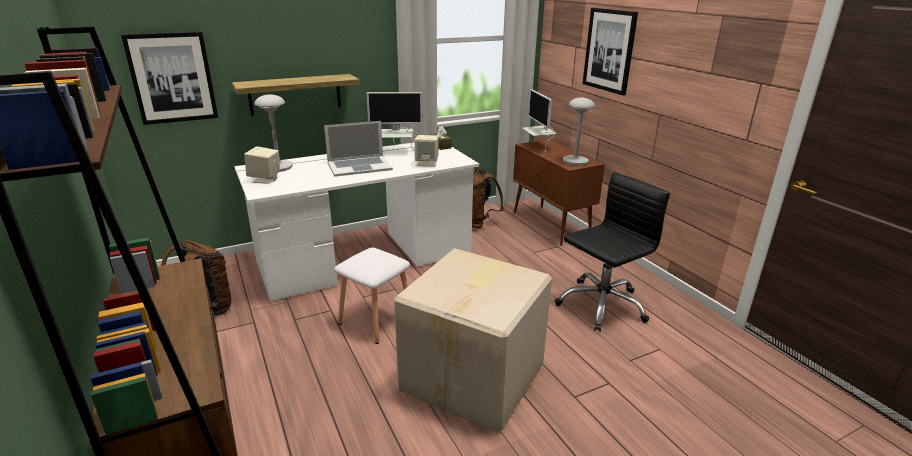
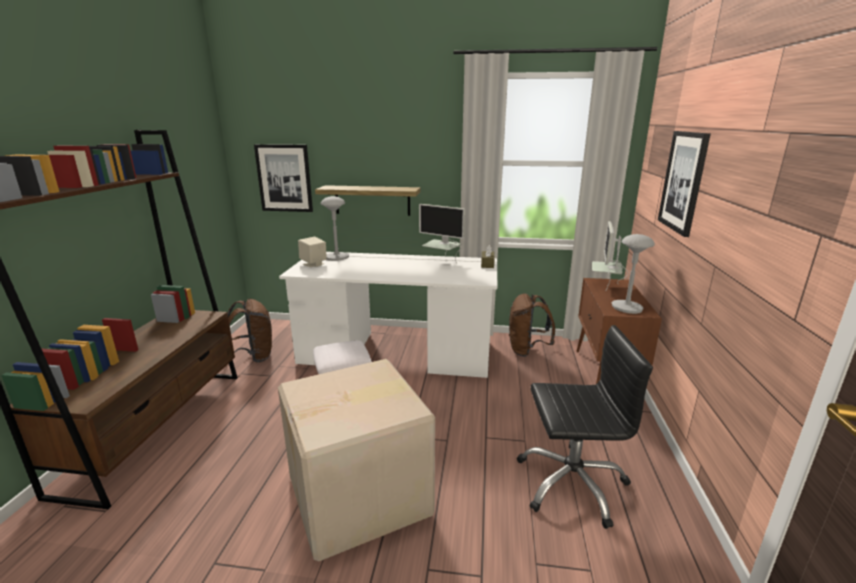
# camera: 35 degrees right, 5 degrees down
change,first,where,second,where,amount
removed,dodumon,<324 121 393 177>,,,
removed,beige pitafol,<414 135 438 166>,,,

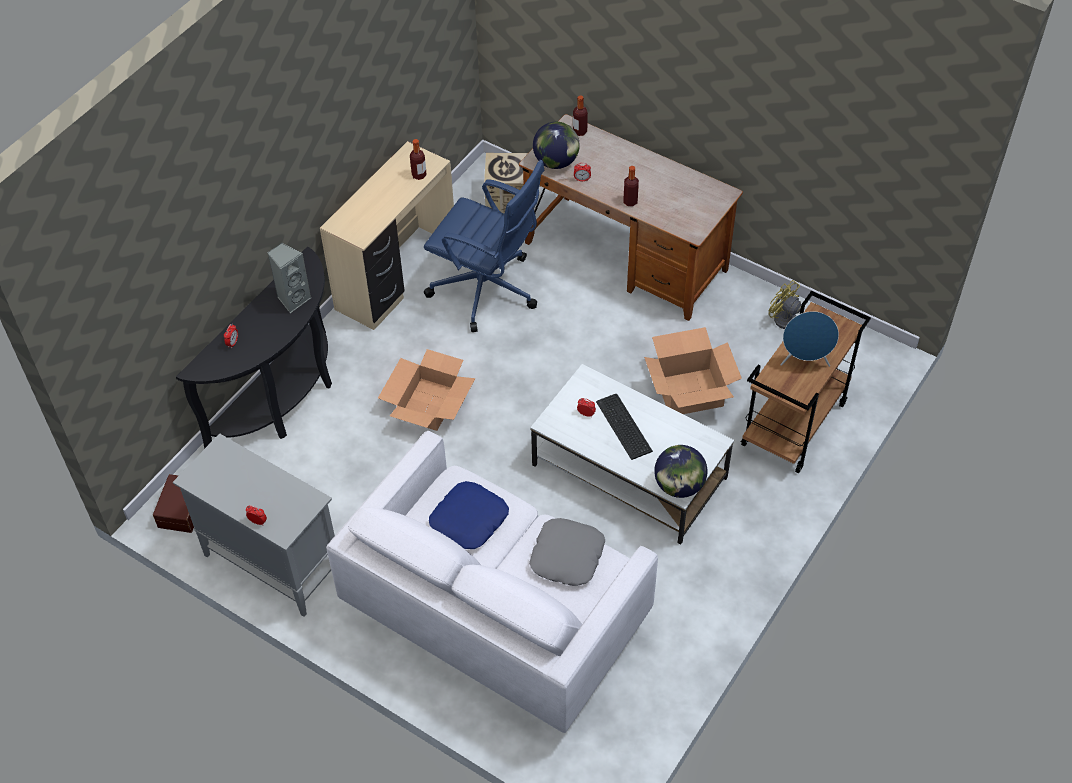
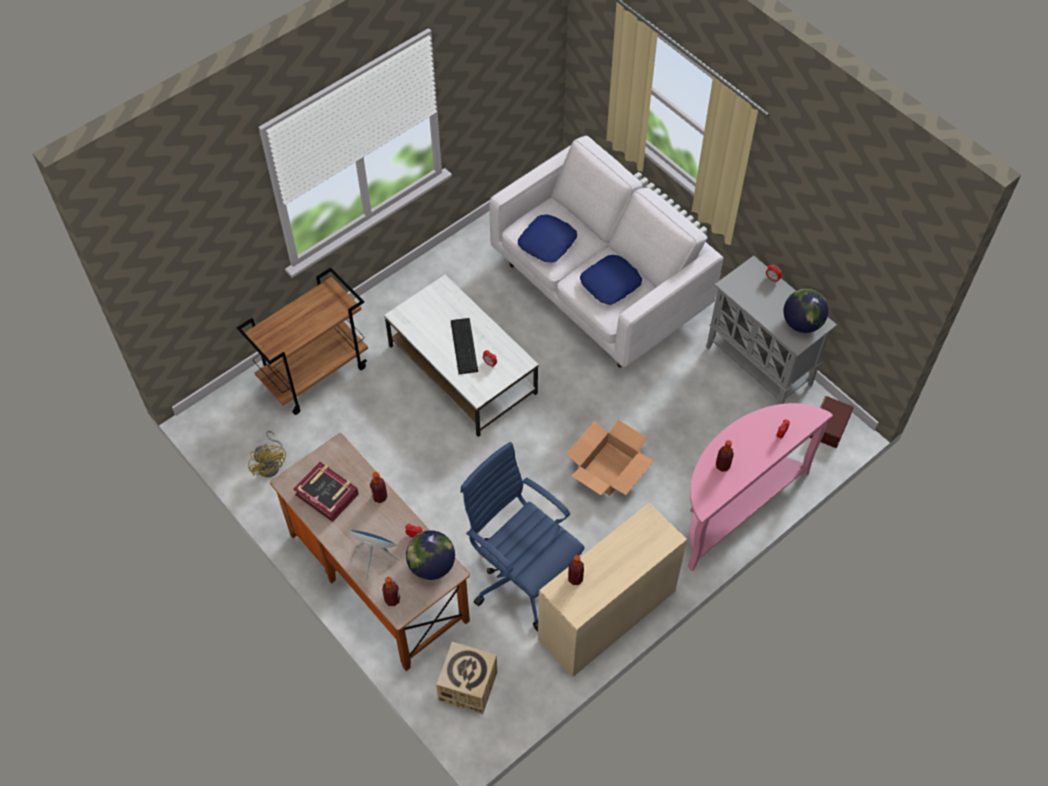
# camera: 165 degrees left, 5 degrees up
change,first,where,second,where,amount
added,,,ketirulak,<293 462 359 522>,
moved,blue pitafol,<781 311 839 367>,,<348 530 399 581>,
recoloured,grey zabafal,<529 518 605 586>,blue zabafal,<518 214 577 263>,
recoloured,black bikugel,<176 247 332 449>,pink bikugel,<687 403 833 571>,
replaced,grey pitafol,<267 243 312 313>,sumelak,<716 440 734 472>,
moved,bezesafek,<654 445 707 498>,,<783 289 828 333>,
removed,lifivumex,<644 327 742 414>,,,

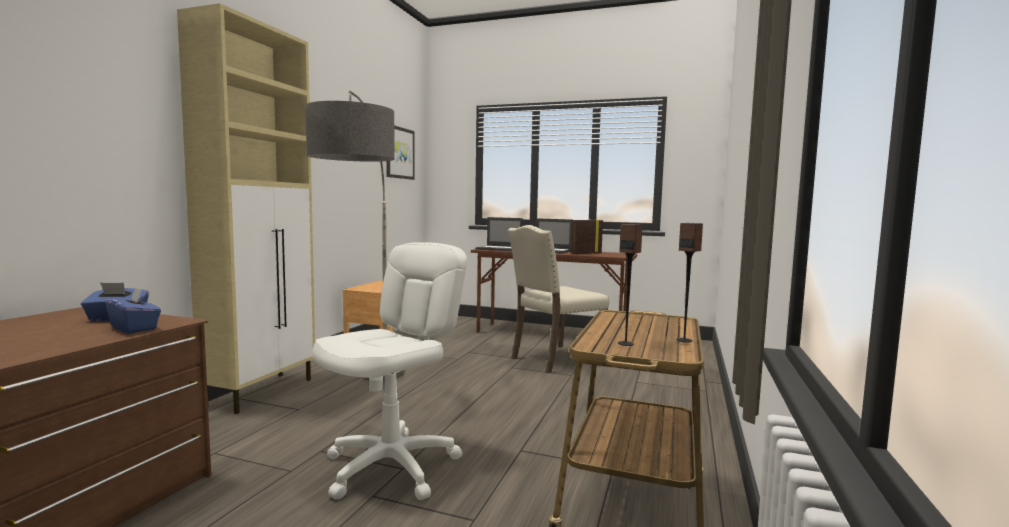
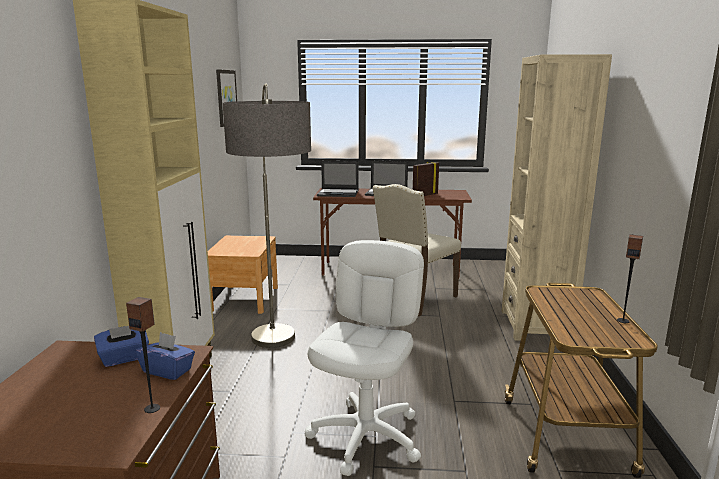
# camera: 15 degrees left, 10 degrees up
change,first,where,second,where,amount
moved,pitafol,<618 224 643 346>,,<126 297 160 413>,
added,,,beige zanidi,<502 54 612 341>,

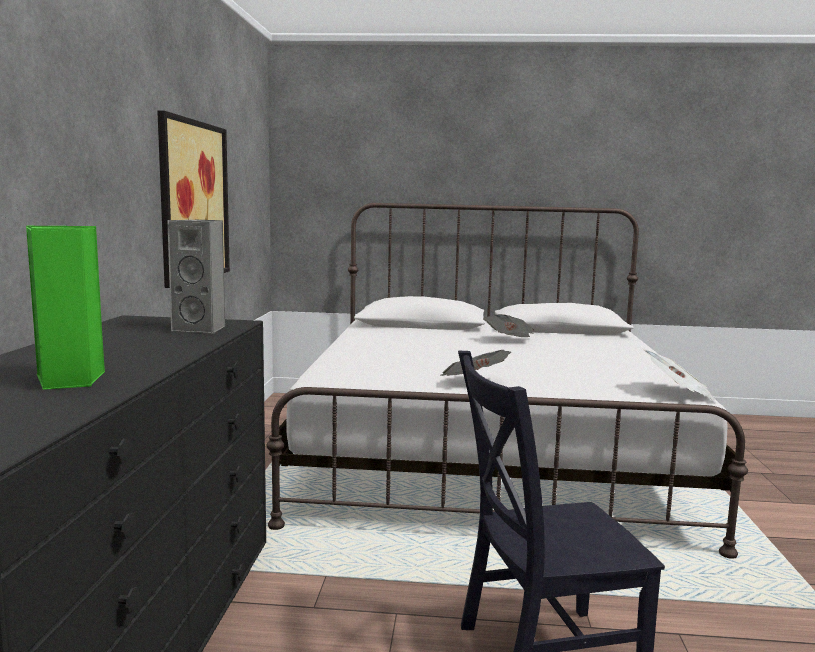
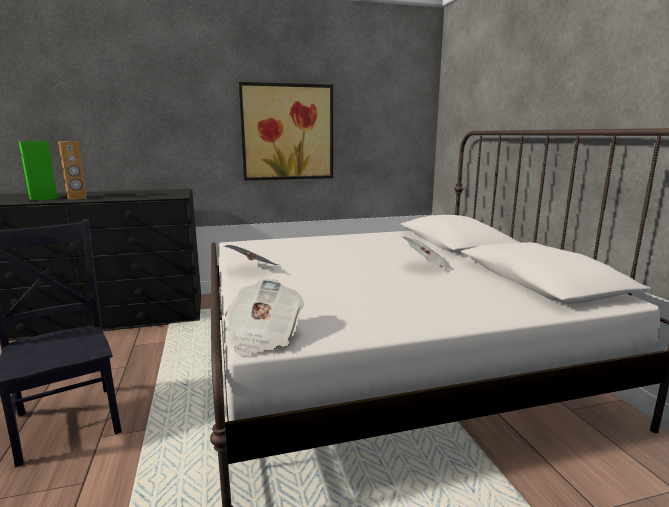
# camera: 70 degrees right, 5 degrees up
change,first,where,second,where,amount
added,,,brown pitafol,<58 141 87 200>,
removed,grey pitafol,<167 220 225 334>,,,

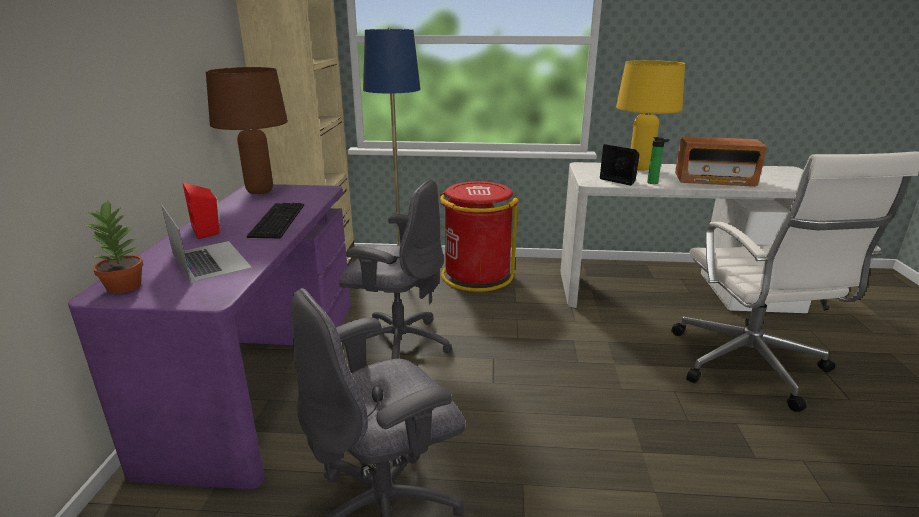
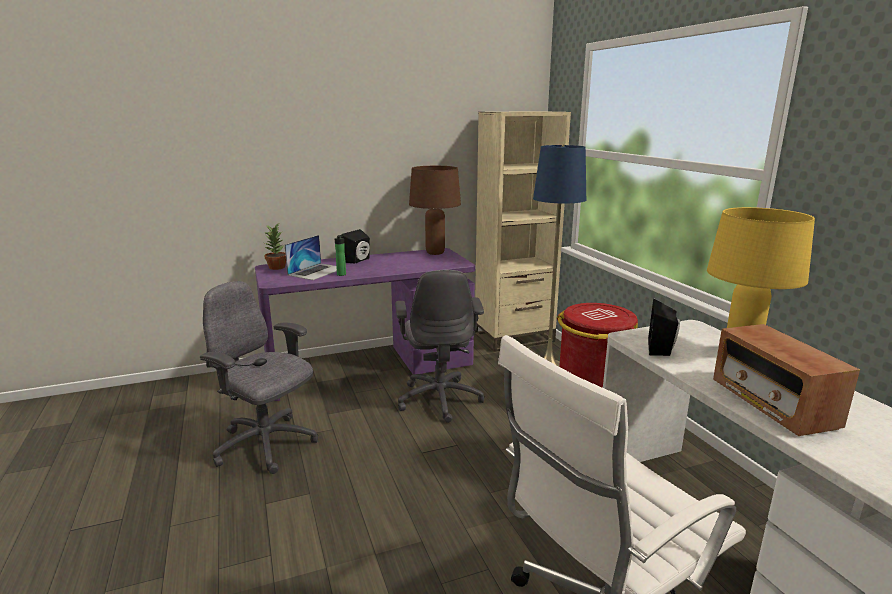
# camera: 65 degrees right, 5 degrees down
change,first,where,second,where,amount
moved,sumelak,<647 137 669 184>,,<334 235 346 276>,
recoloured,red pitafol,<182 182 220 239>,black pitafol,<341 229 370 264>,
removed,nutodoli,<247 203 304 239>,,,

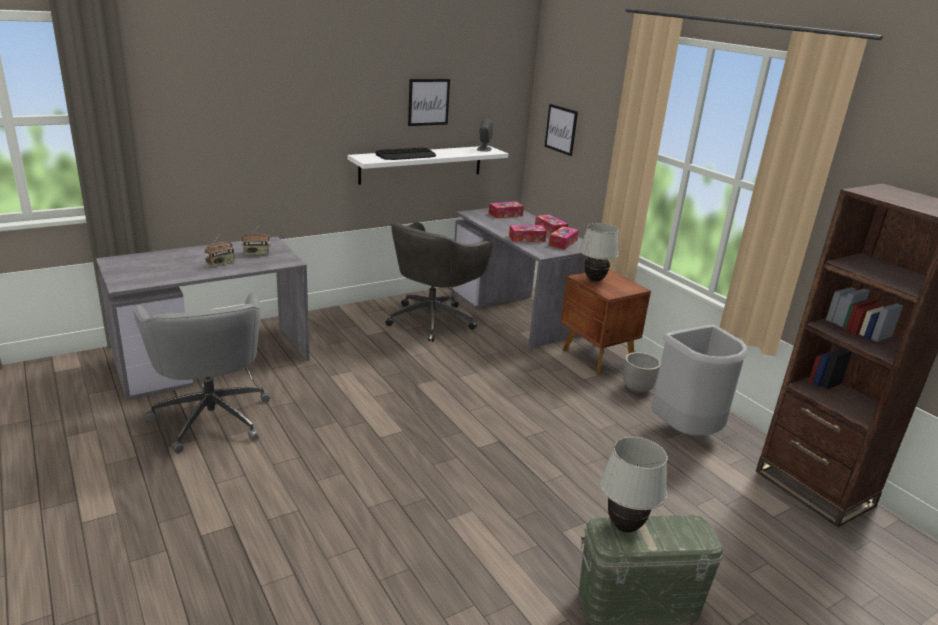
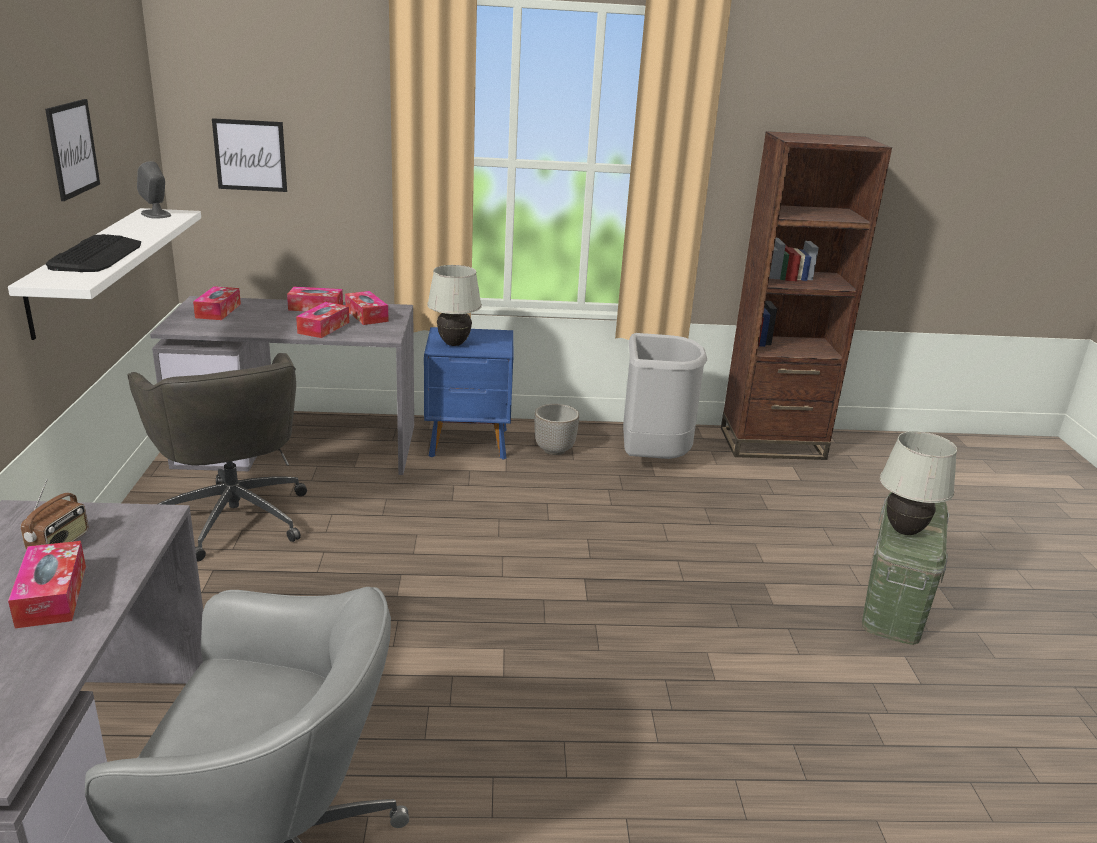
# camera: 60 degrees left, 0 degrees up
change,first,where,second,where,amount
replaced,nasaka,<204 234 235 267>,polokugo,<8 541 86 628>,
recoloured,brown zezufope,<561 269 651 375>,blue zezufope,<424 327 513 460>,

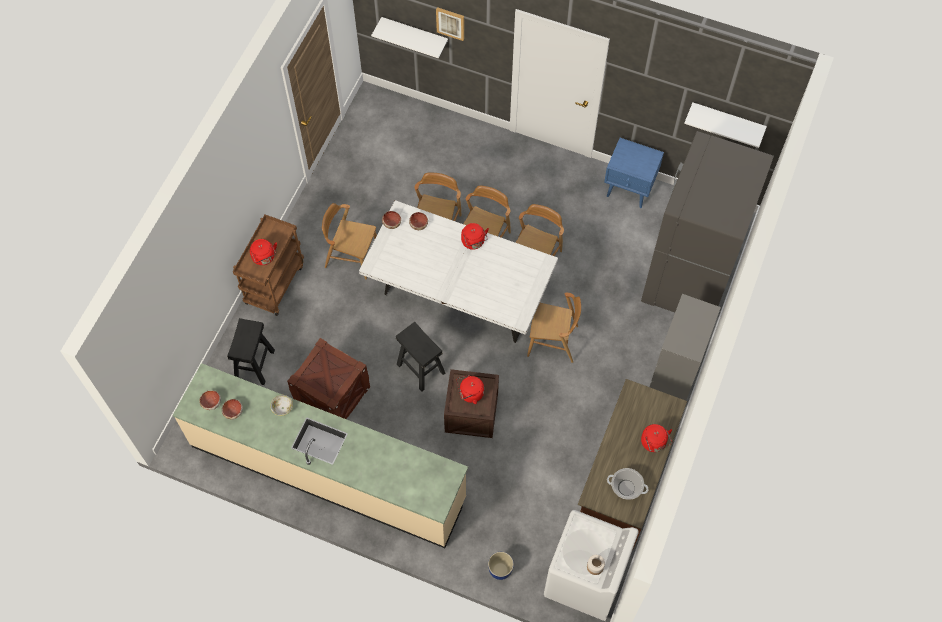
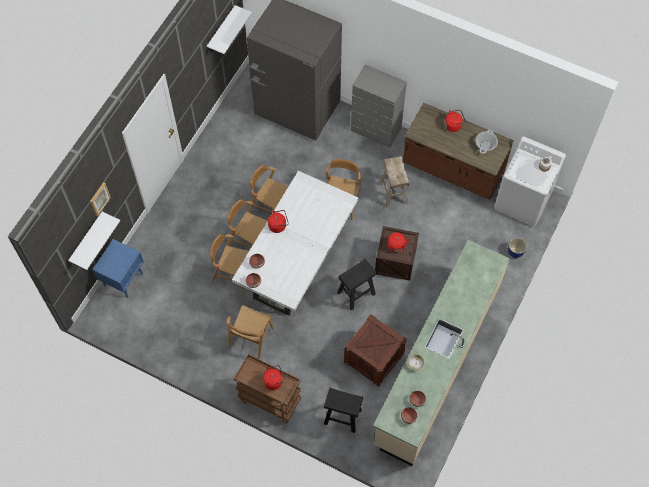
# camera: 85 degrees left, 0 degrees up
change,first,where,second,where,amount
moved,blue zezufope,<604 138 664 208>,,<92 239 144 298>,
added,,,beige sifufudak,<380 156 409 208>,

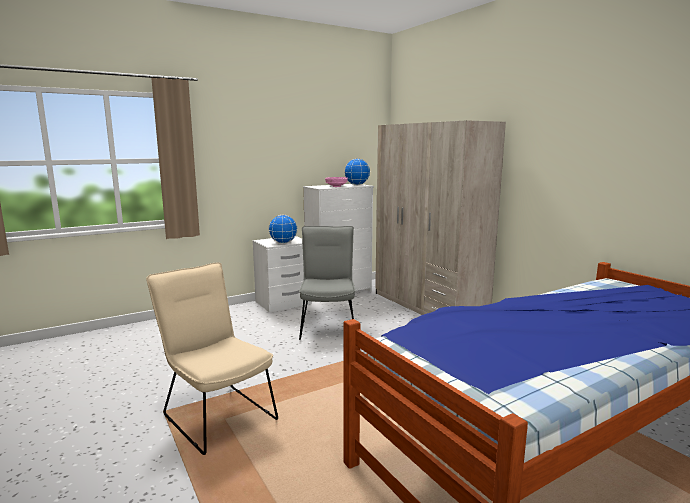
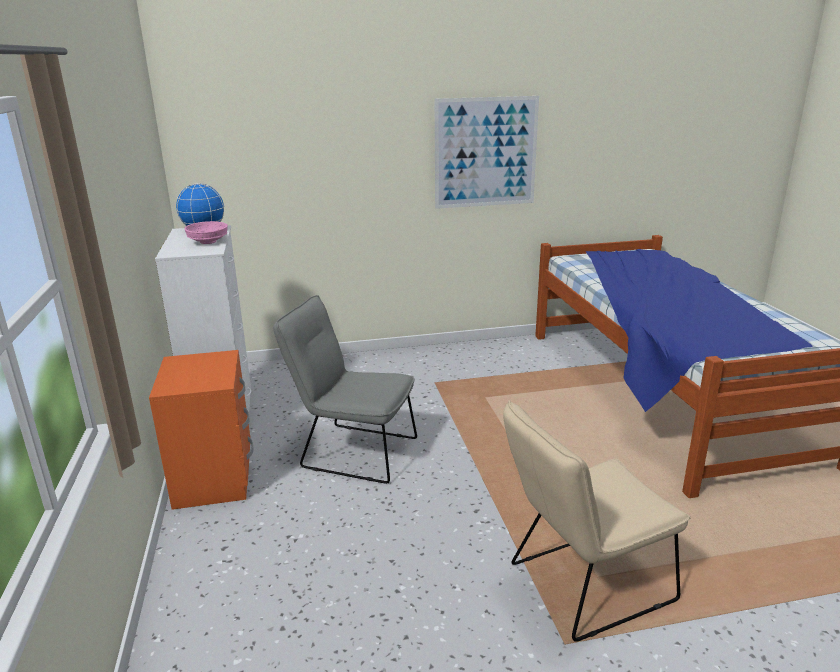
# camera: 70 degrees left, 10 degrees up
change,first,where,second,where,amount
recoloured,white zezufope,<253 236 312 312>,orange zezufope,<149 350 254 510>,
added,,,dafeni,<435 96 539 209>,
removed,bezesafek,<268 215 298 243>,,,
removed,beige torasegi,<375 120 506 315>,,,

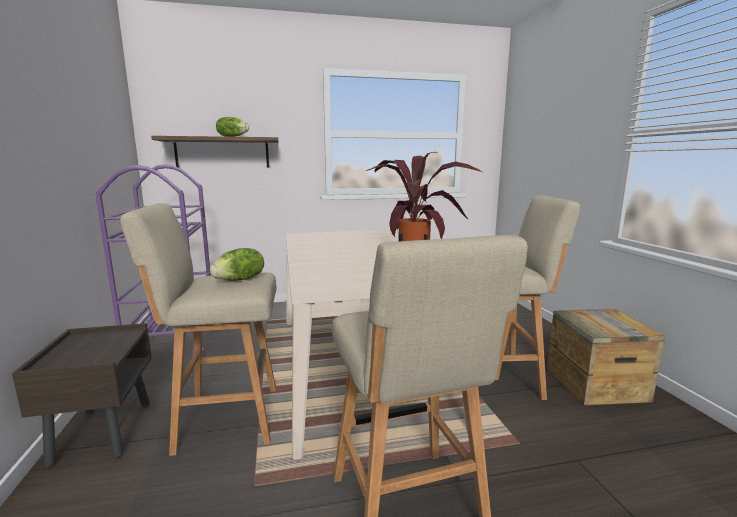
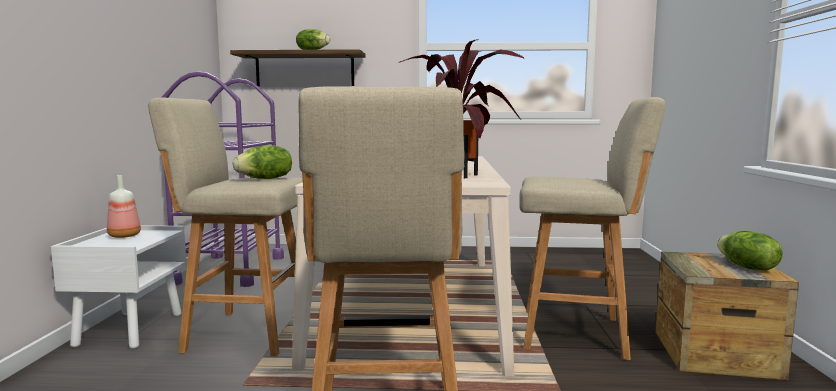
# camera: 15 degrees right, 5 degrees down
change,first,where,second,where,amount
recoloured,brown zezufope,<12 323 152 468>,white zezufope,<51 225 187 348>,
added,,,sumelak,<107 175 141 238>,
added,,,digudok,<717 231 783 270>,

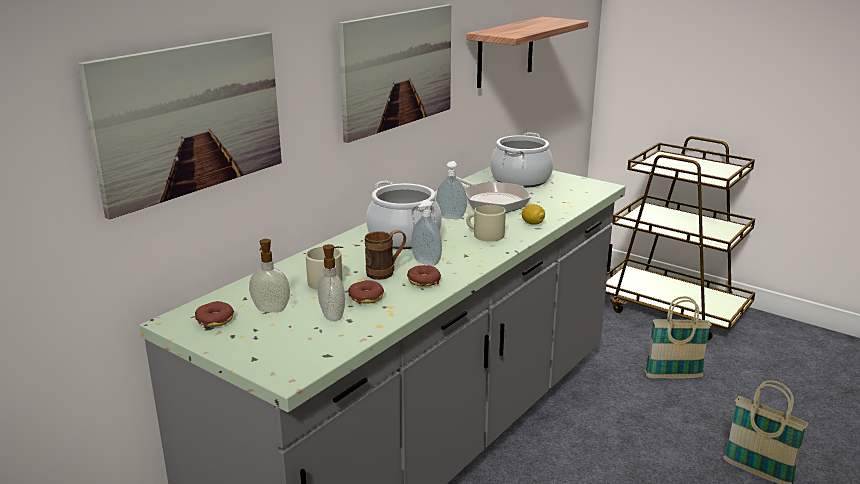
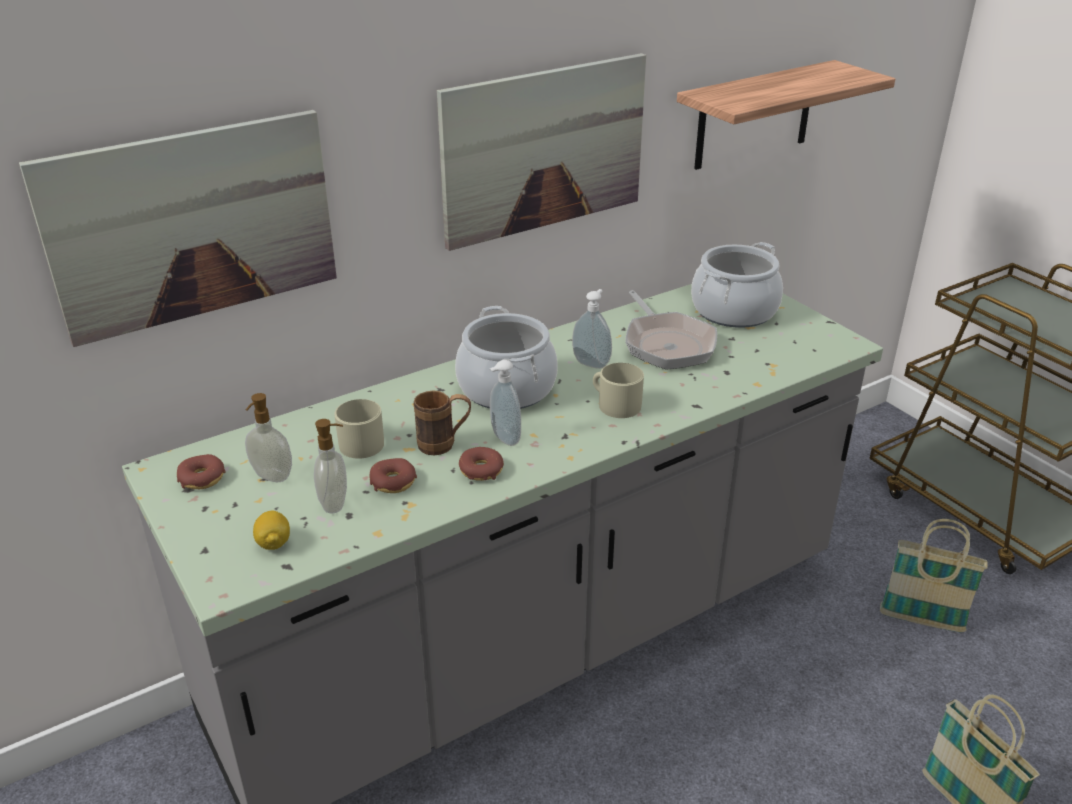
# camera: 20 degrees right, 10 degrees up
change,first,where,second,where,amount
moved,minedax,<522 204 545 225>,,<253 511 290 550>,

